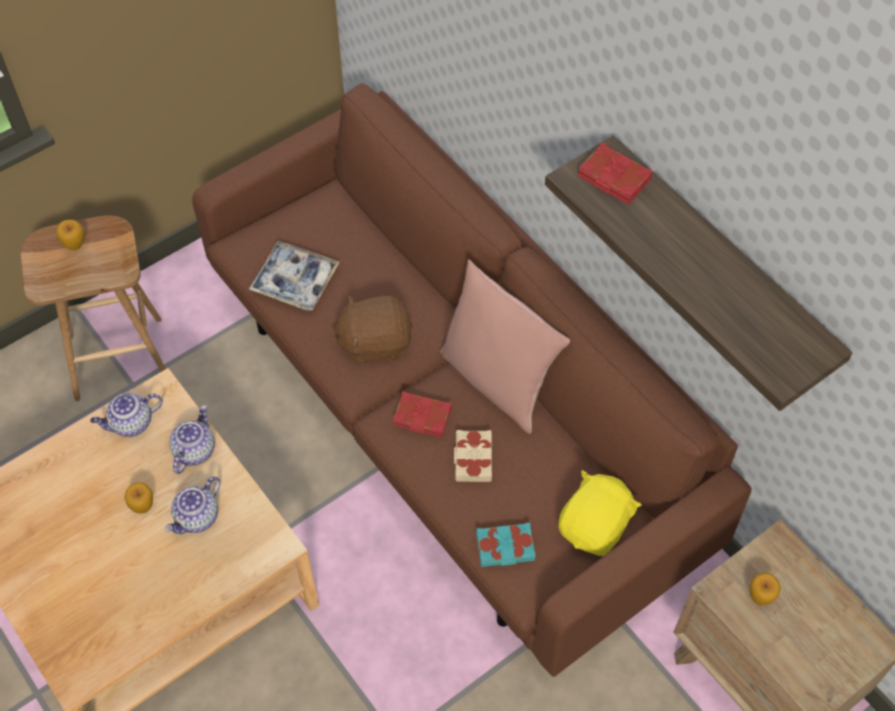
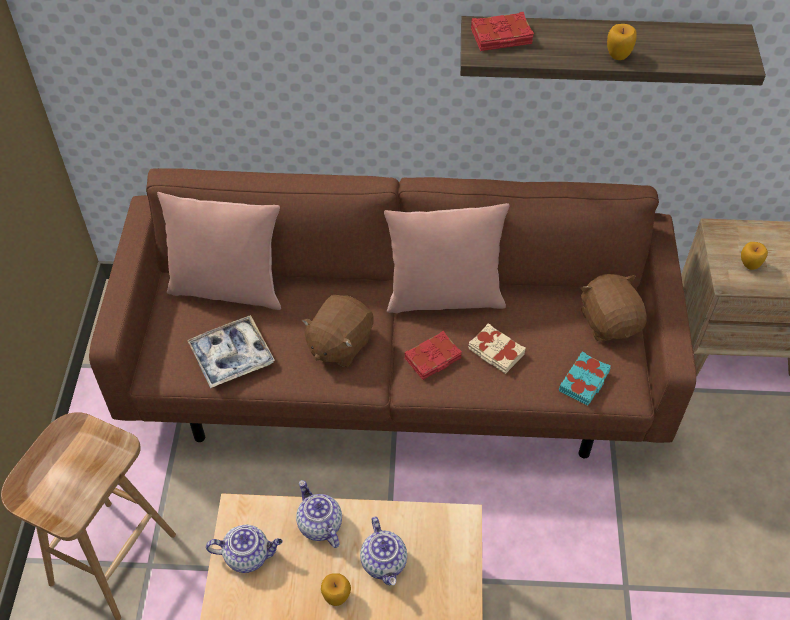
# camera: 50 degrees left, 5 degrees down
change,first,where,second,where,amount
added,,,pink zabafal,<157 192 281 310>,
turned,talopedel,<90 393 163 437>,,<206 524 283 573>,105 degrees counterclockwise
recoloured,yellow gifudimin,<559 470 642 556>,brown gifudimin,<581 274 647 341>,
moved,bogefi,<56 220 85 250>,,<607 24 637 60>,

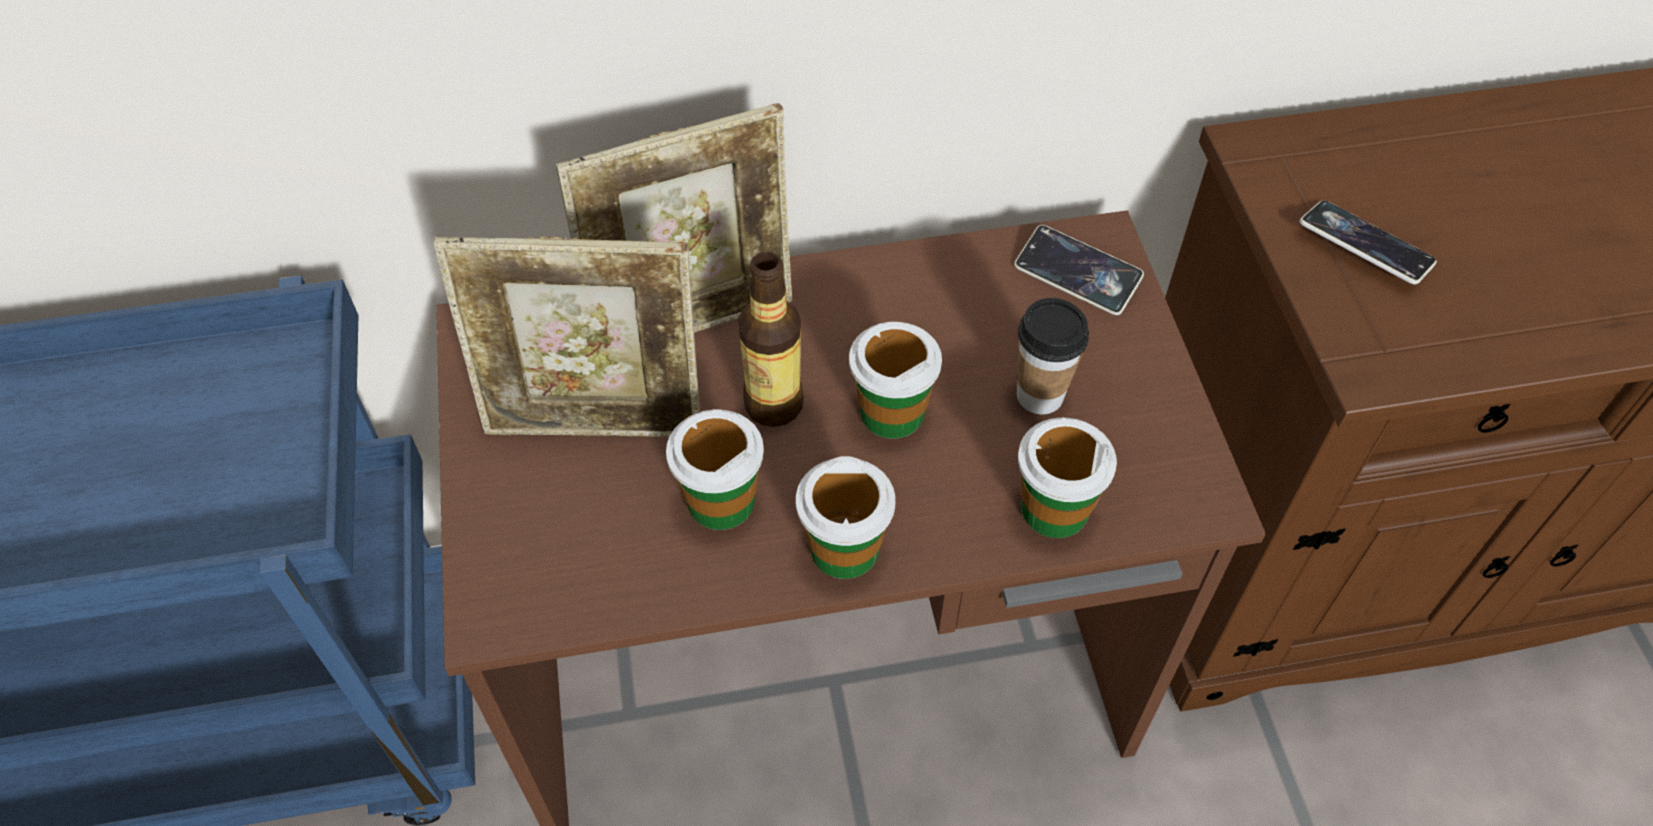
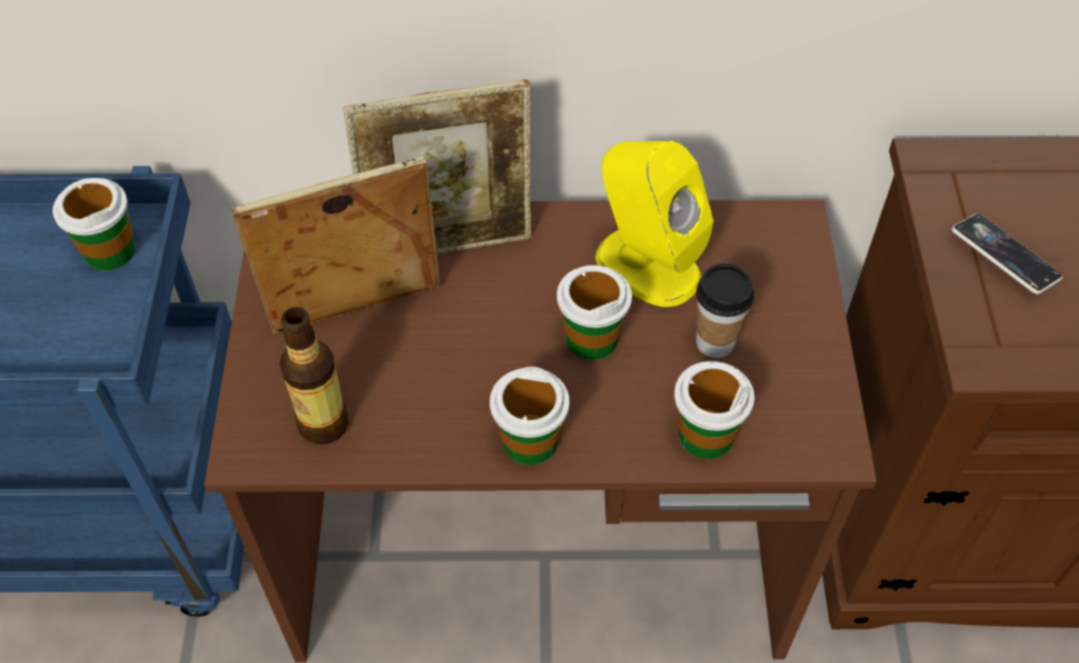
# camera: 10 degrees right, 0 degrees up
change,first,where,second,where,amount
moved,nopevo,<666 409 764 530>,,<53 178 135 271>,
turned,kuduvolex,<433 236 700 437>,,<230 156 440 334>,150 degrees clockwise
moved,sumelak,<738 252 804 427>,,<279 307 349 444>,
added,,,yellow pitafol,<595 141 714 307>,
removed,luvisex,<1015 225 1144 315>,,,

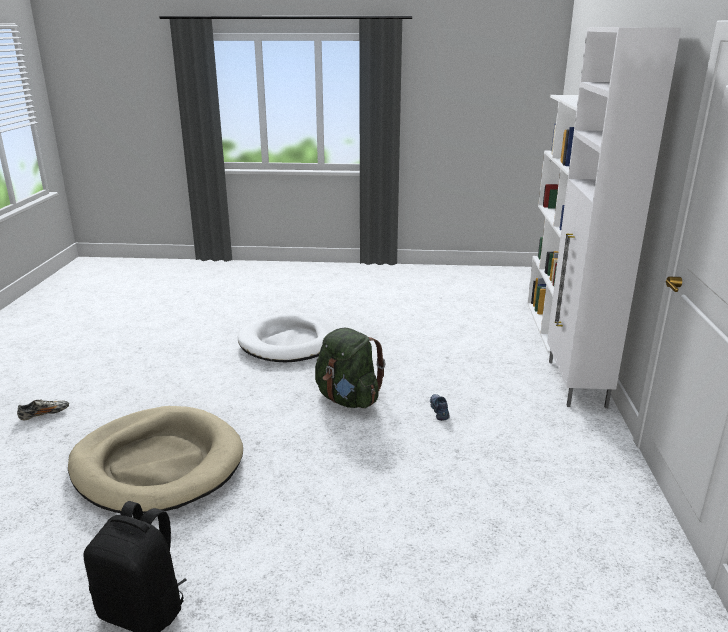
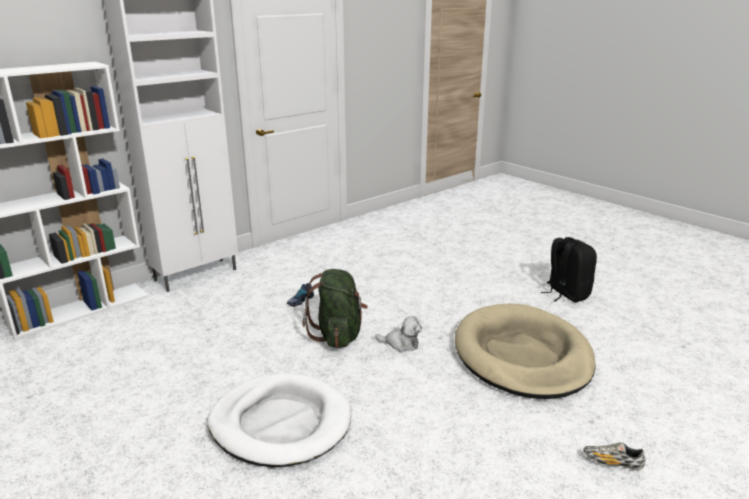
# camera: 135 degrees left, 0 degrees up
change,first,where,second,where,amount
added,,,gifudimin,<375 316 422 352>,

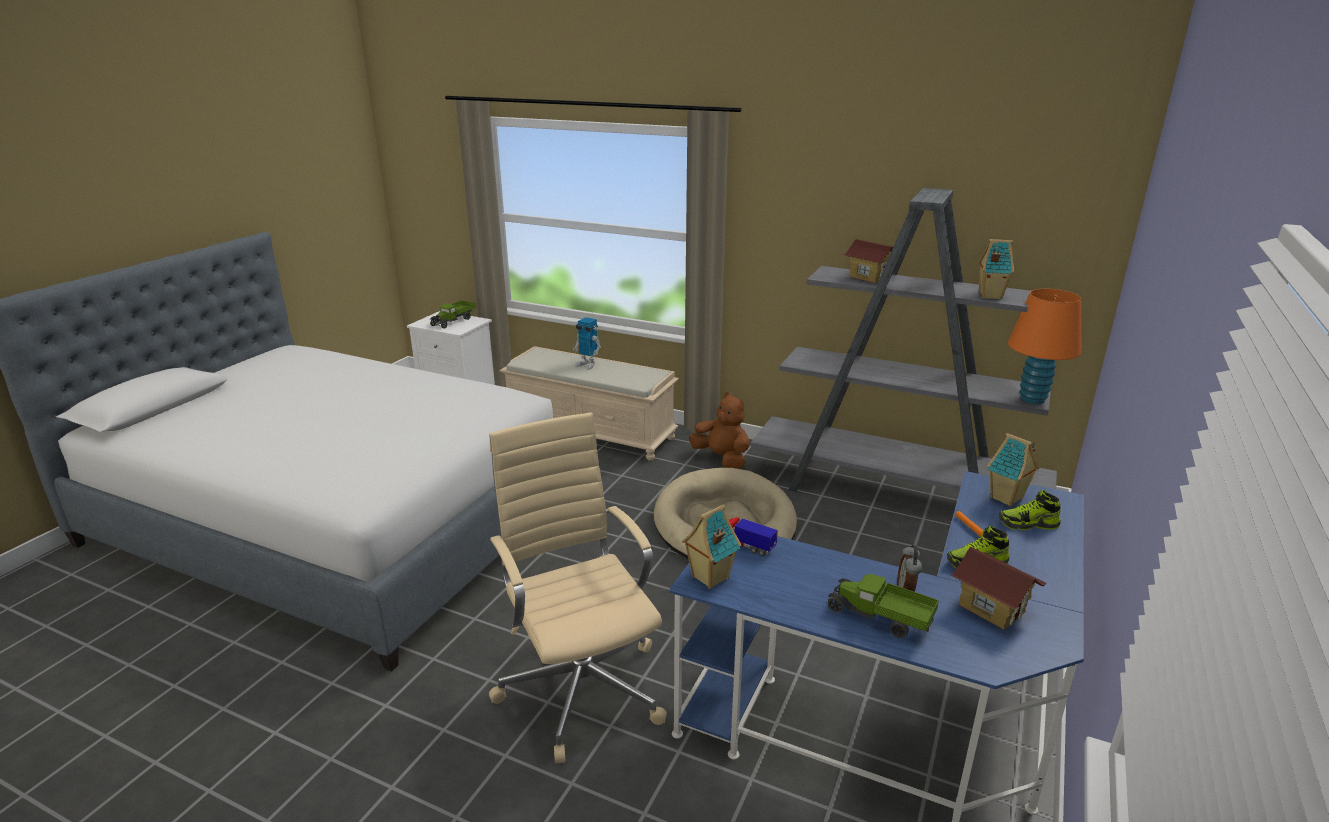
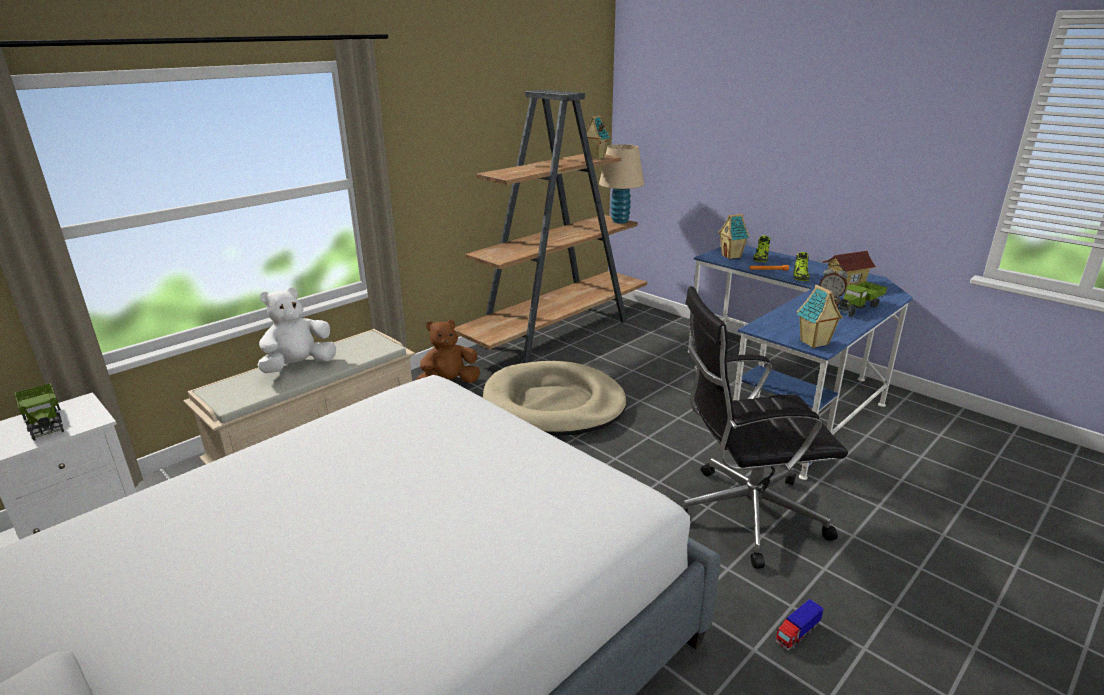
# camera: 70 degrees left, 0 degrees up
change,first,where,second,where,amount
replaced,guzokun,<573 317 601 370>,white gifudimin,<257 288 336 373>,
recoloured,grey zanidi,<750 188 1057 492>,brown zanidi,<454 90 647 363>,
recoloured,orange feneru,<1008 289 1081 404>,beige feneru,<599 144 644 223>,
recoloured,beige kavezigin,<489 413 667 764>,black kavezigin,<682 286 848 569>,
moved,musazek,<729 517 778 556>,,<776 599 824 650>,
removed,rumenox,<844 239 902 283>,,,

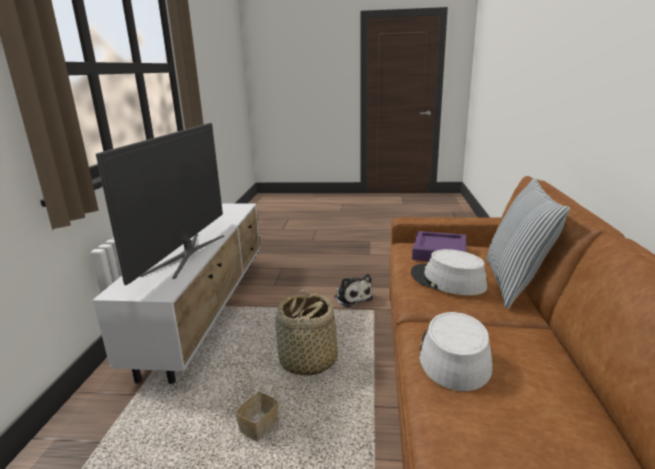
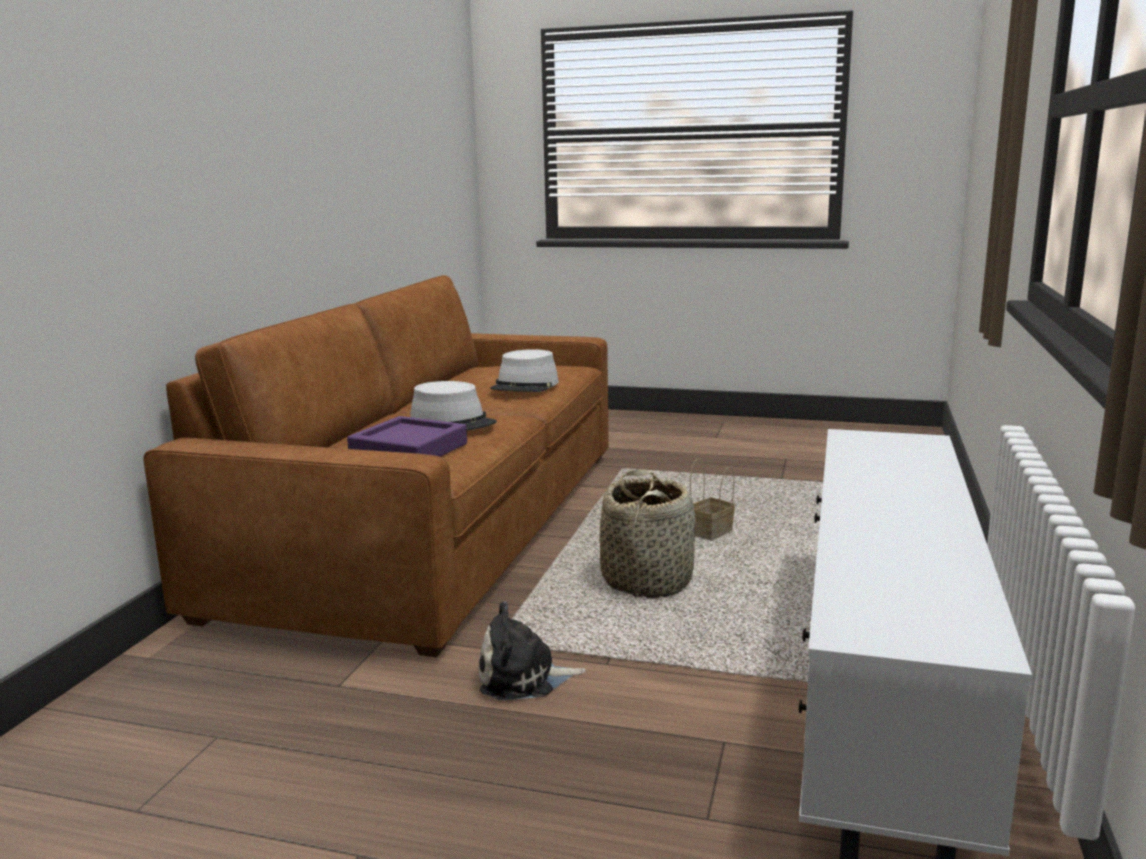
# camera: 170 degrees left, 5 degrees down
change,first,where,second,where,amount
turned,gifudimin,<334 274 373 308>,,<479 601 585 700>,75 degrees counterclockwise
removed,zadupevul,<96 123 224 285>,,,
removed,zabafal,<487 178 570 309>,,,

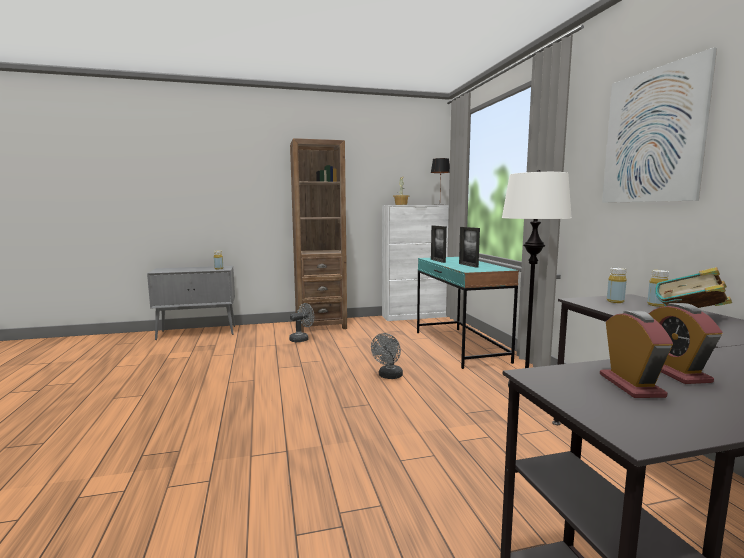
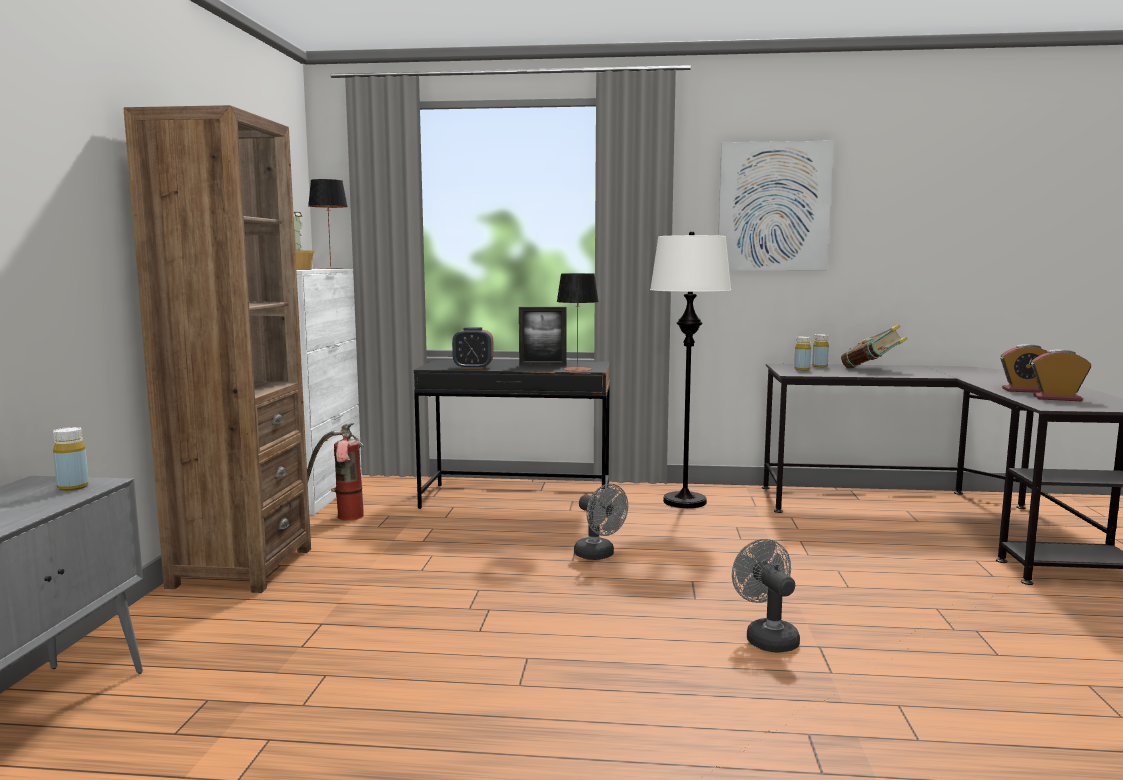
# camera: 70 degrees left, 0 degrees up
change,first,where,second,where,amount
added,,,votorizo,<307 423 364 521>,
recoloured,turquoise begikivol,<417 257 519 369>,black begikivol,<414 359 610 509>,
replaced,kuduvolex,<431 225 447 263>,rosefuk,<452 327 494 369>,
added,,,feneru,<557 273 599 371>,
moved,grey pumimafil,<289 303 314 342>,,<732 539 800 653>,

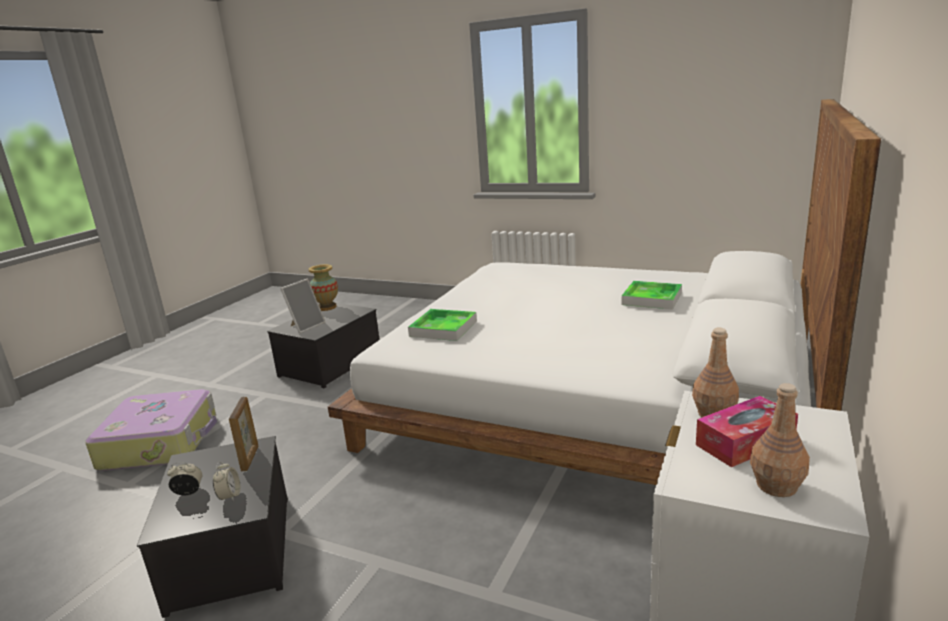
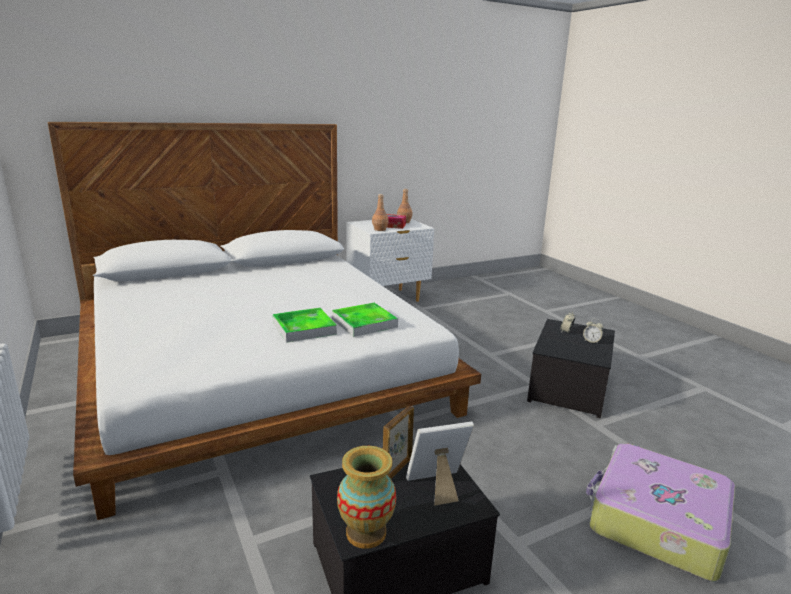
# camera: 145 degrees left, 0 degrees up
change,first,where,second,where,amount
moved,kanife,<622 281 682 310>,,<273 308 337 343>,
moved,kuduvolex,<229 397 258 471>,,<383 406 414 479>,

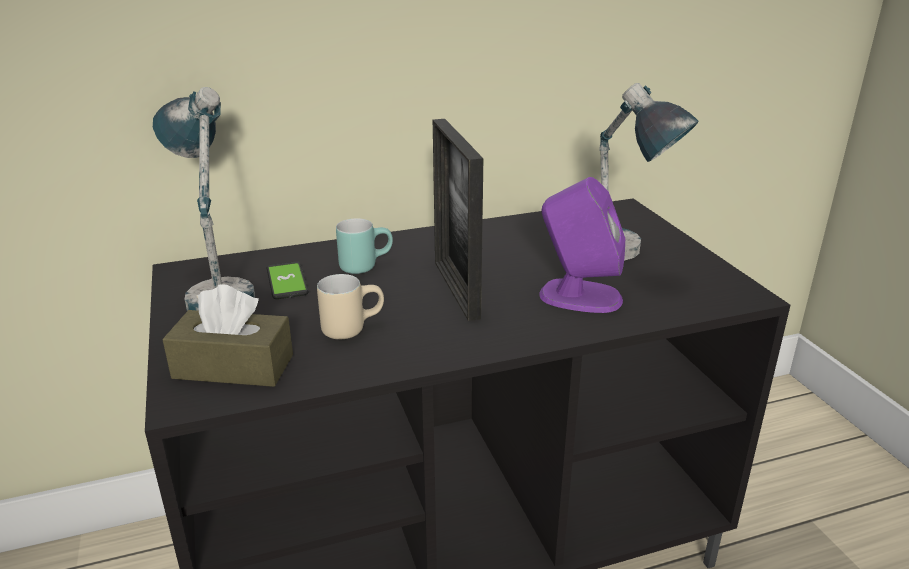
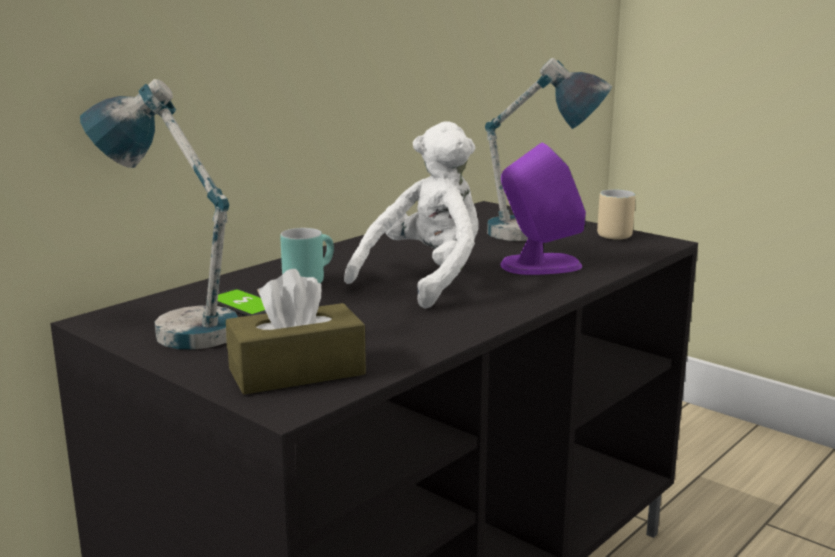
# camera: 30 degrees left, 10 degrees down
change,first,where,second,where,amount
replaced,kuduvolex,<433 119 483 321>,white gifudimin,<344 121 478 309>,
moved,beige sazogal,<317 274 384 339>,,<597 189 635 239>,

